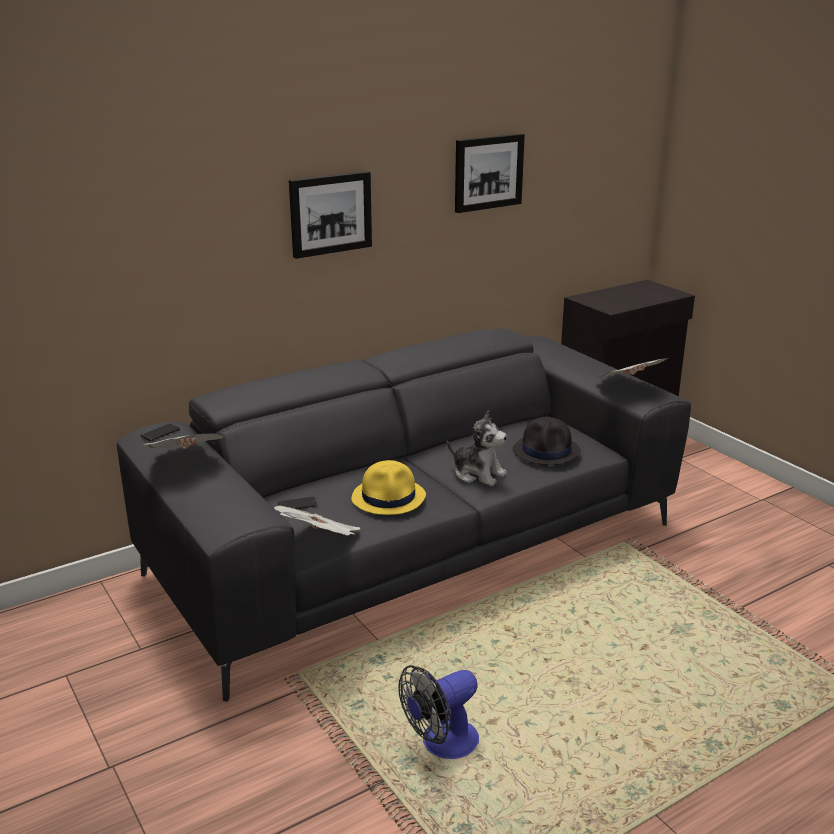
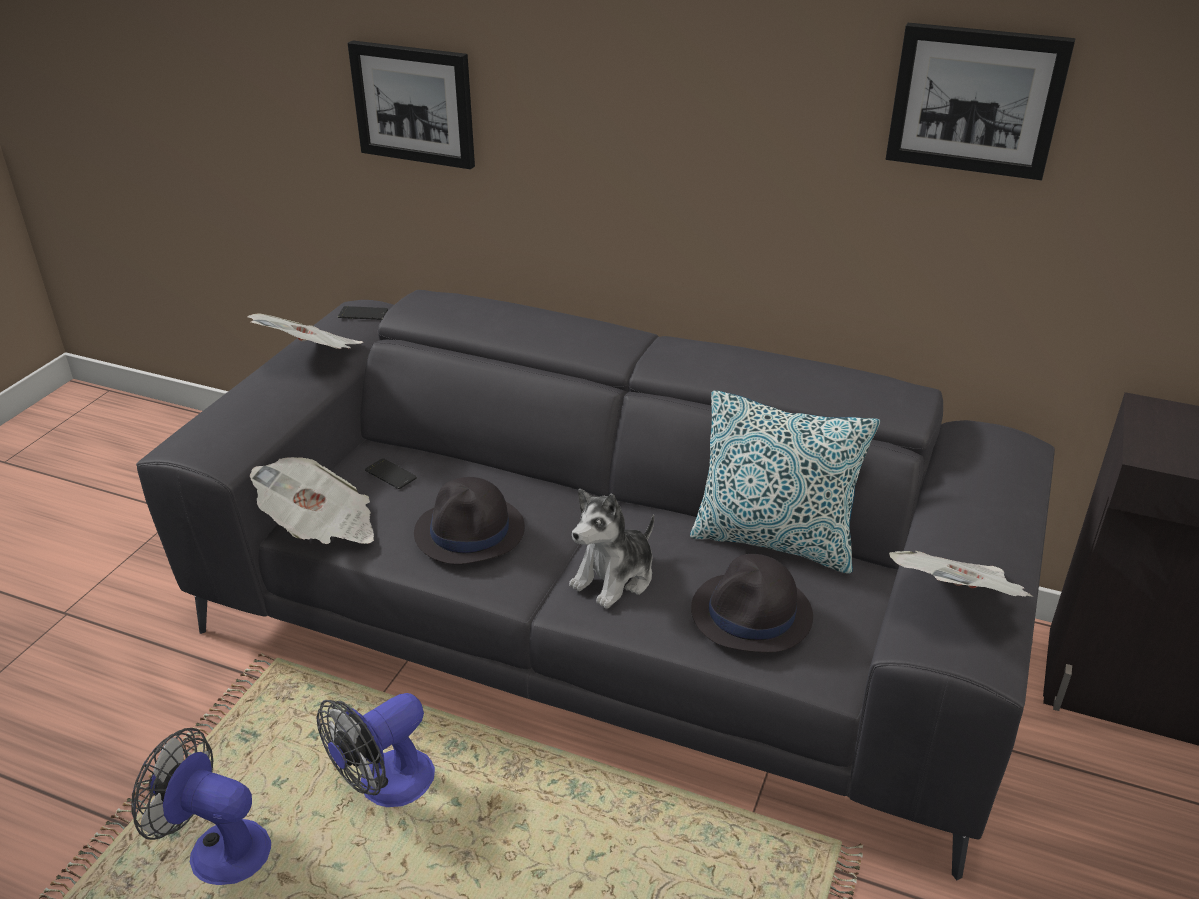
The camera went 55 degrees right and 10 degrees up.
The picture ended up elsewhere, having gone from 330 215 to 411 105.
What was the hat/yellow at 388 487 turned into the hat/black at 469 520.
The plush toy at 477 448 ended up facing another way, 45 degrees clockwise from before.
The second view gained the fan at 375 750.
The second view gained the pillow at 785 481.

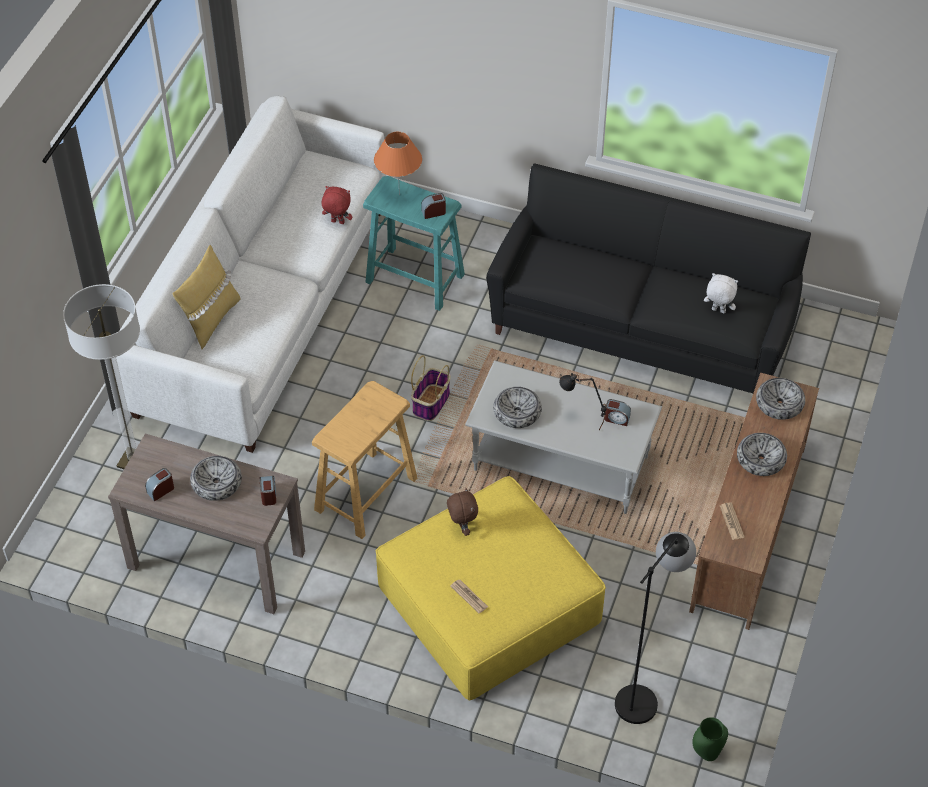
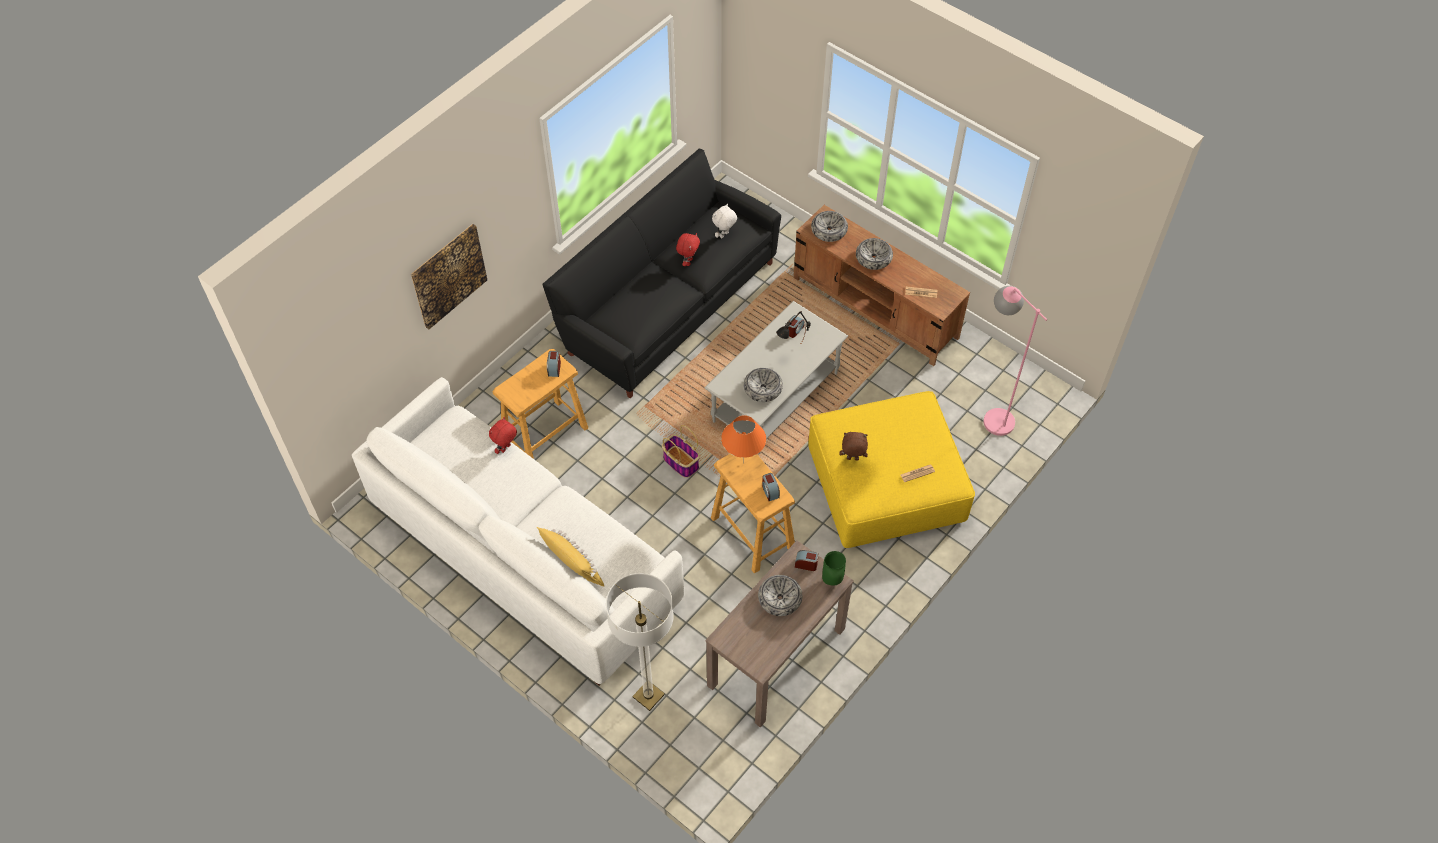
The camera went 70 degrees left and 5 degrees up.
The alarm clock ended up elsewhere, having gone from 159 484 to 771 487.
What was the stool/turquoise at 414 243 turned into the stool/beige at 540 404.
The table lamp/orange ended up elsewhere, having gone from 398 163 to 743 437.
What was the floor lamp/black at 655 628 turned into the floor lamp/pink at 1015 361.
The vase/green ended up elsewhere, having gone from 710 739 to 834 568.
The second view gained the picture at 449 276.
The second view gained the plush toy/red at 688 249.

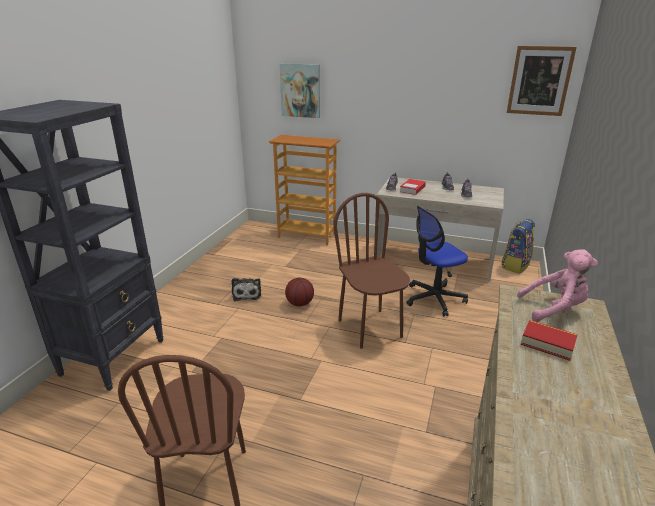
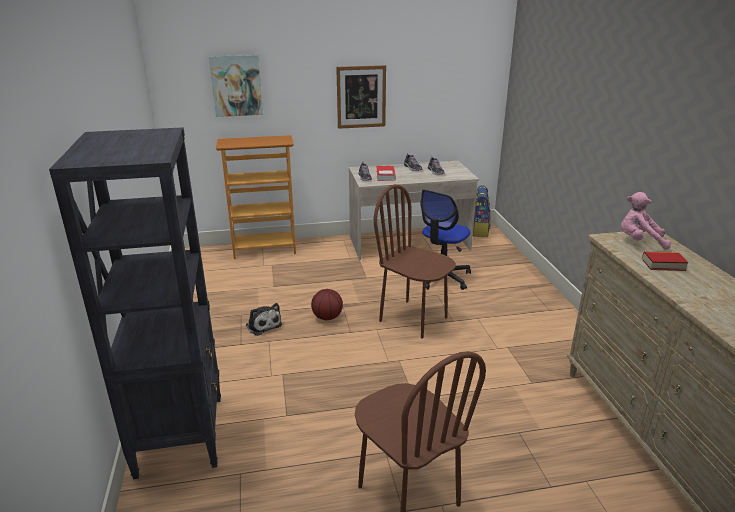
The camera went 30 degrees left and 0 degrees up.
The picture ended up elsewhere, having gone from 542 81 to 361 97.
The plush toy/pink at 557 285 ended up facing another way, 135 degrees counterclockwise from before.

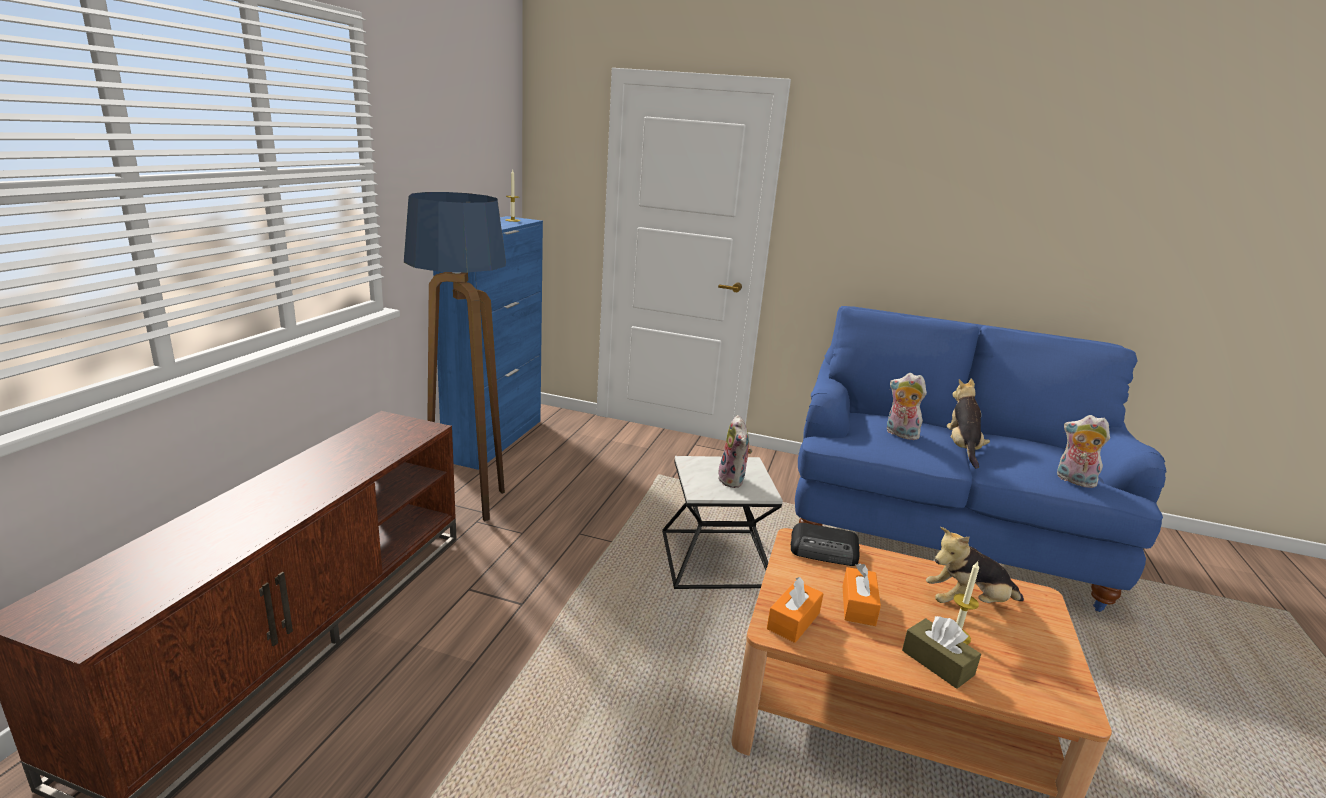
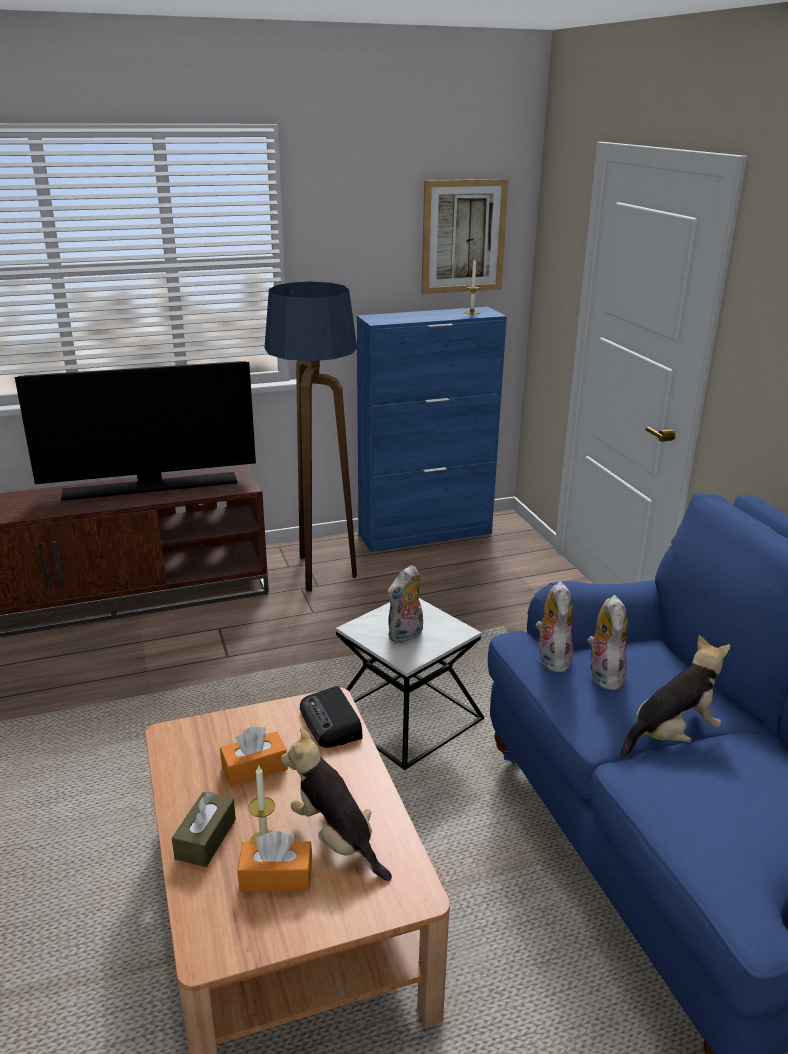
The camera went 55 degrees right and 5 degrees up.
The tissue box/orange ended up elsewhere, having gone from 795 610 to 274 861.
The plush toy ended up elsewhere, having gone from 1083 451 to 554 626.
The second view gained the television at 135 431.
The second view gained the picture at 465 236.

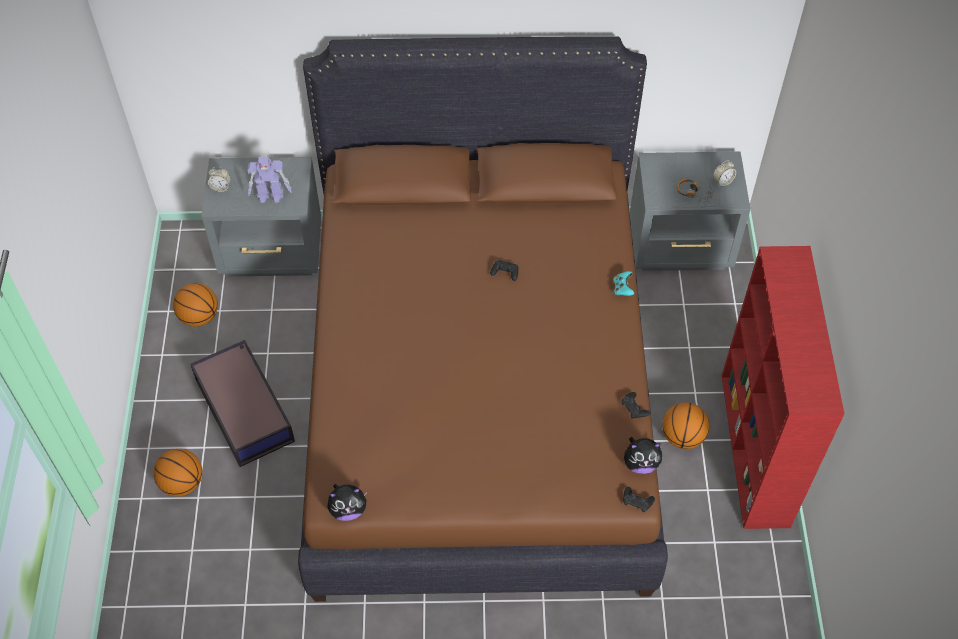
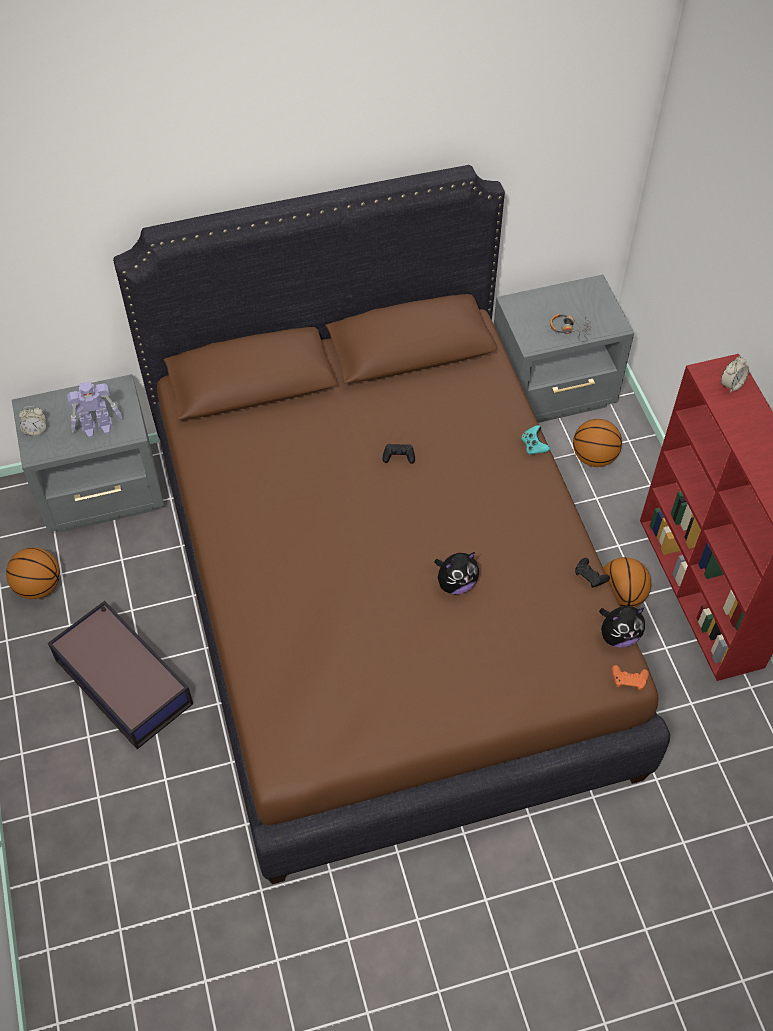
The camera went 15 degrees left and 0 degrees up.
The basketball ended up elsewhere, having gone from 178 473 to 597 443.
The plush toy ended up elsewhere, having gone from 347 502 to 456 573.
What was the game controller/black at 639 499 turned into the game controller/orange at 630 677.
The alarm clock ended up elsewhere, having gone from 724 173 to 735 374.

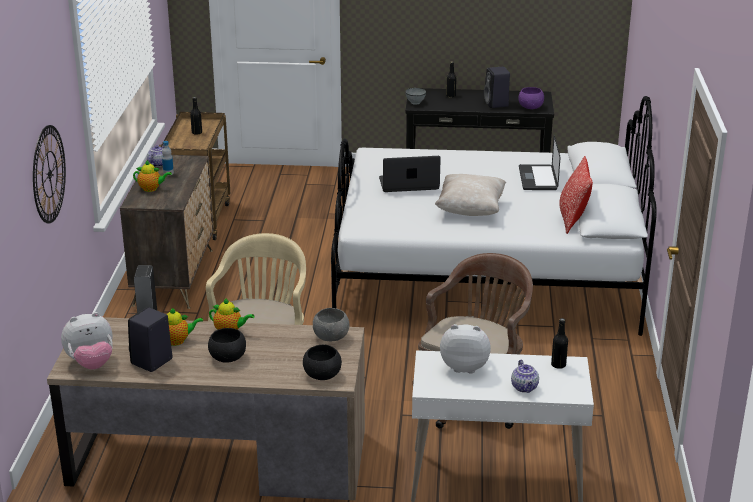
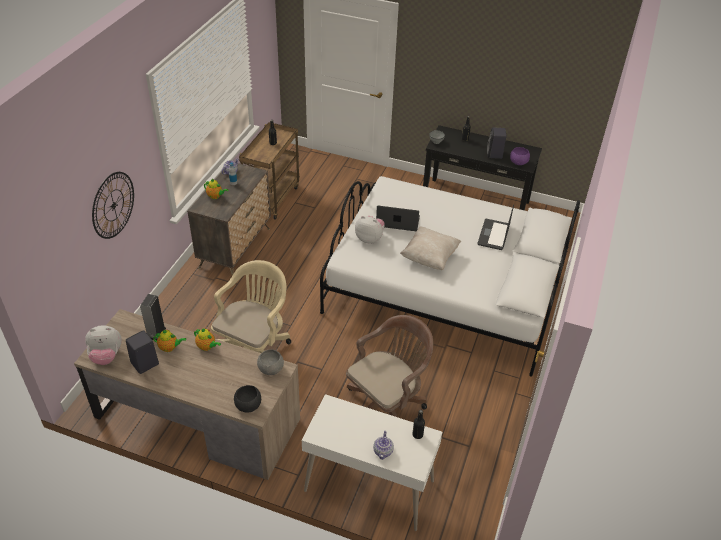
The camera went 15 degrees right and 15 degrees up.
The second view lost the bowl/black at 227 345.
The plush toy ended up elsewhere, having gone from 465 349 to 370 230.
The second view lost the pillow at 576 195.

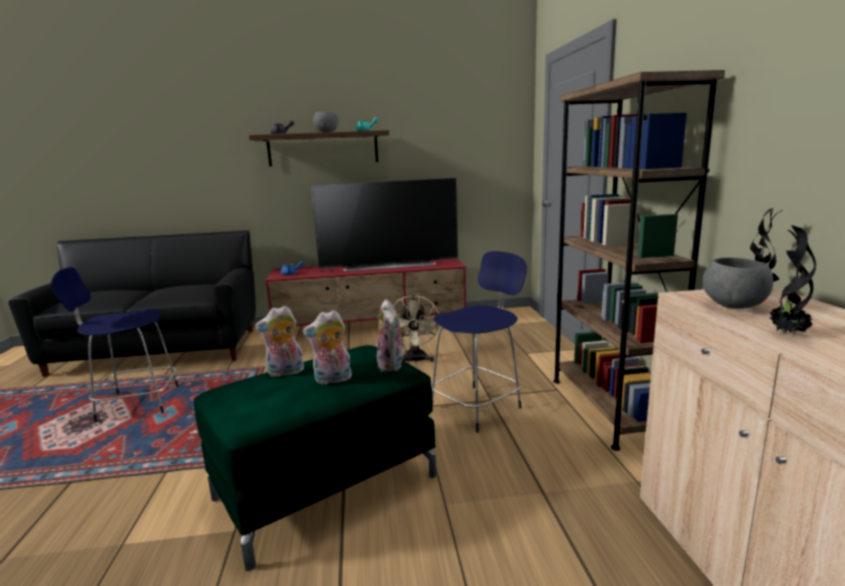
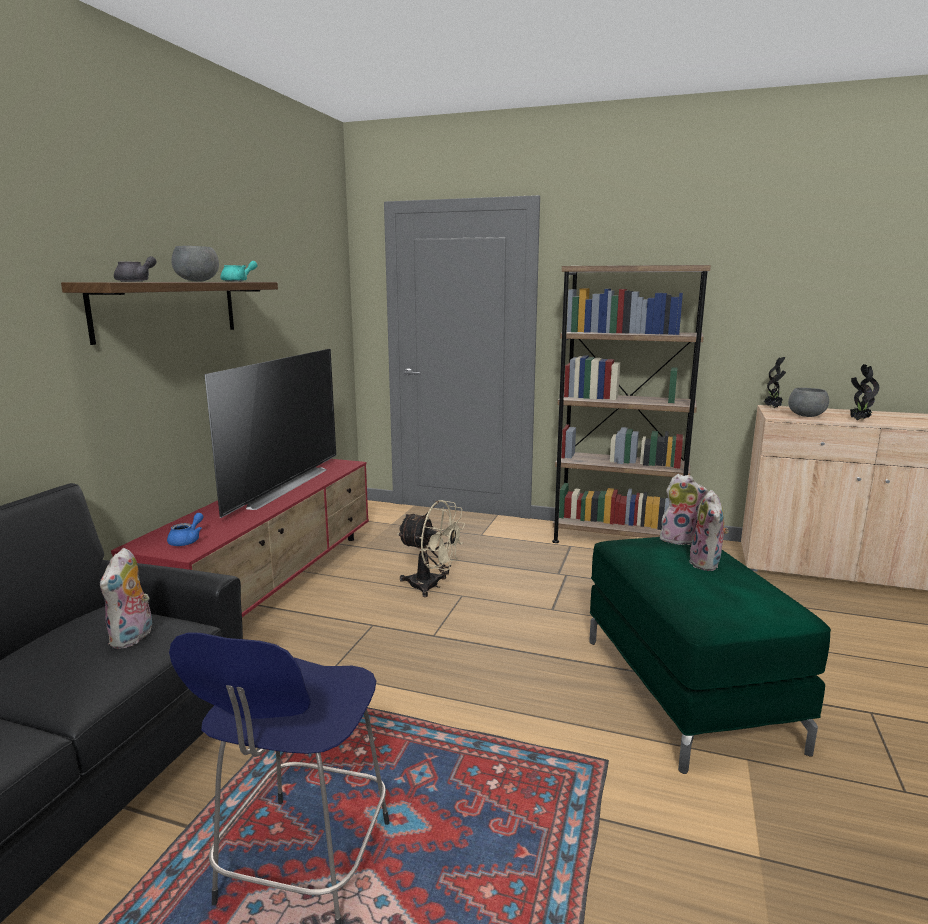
The camera went 65 degrees left and 0 degrees up.
The plush toy ended up elsewhere, having gone from 279 341 to 126 598.
The second view lost the stool/blue at 479 341.

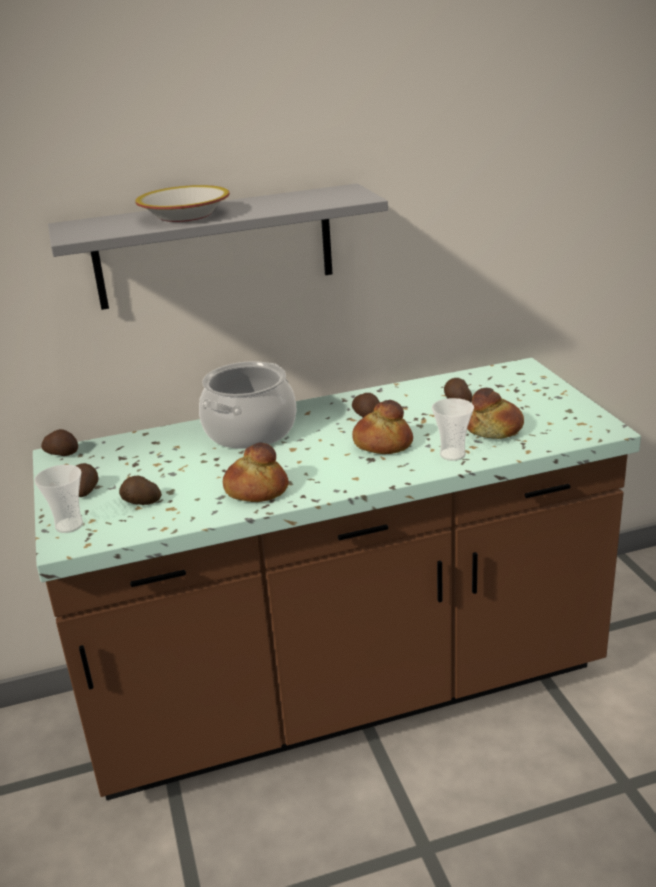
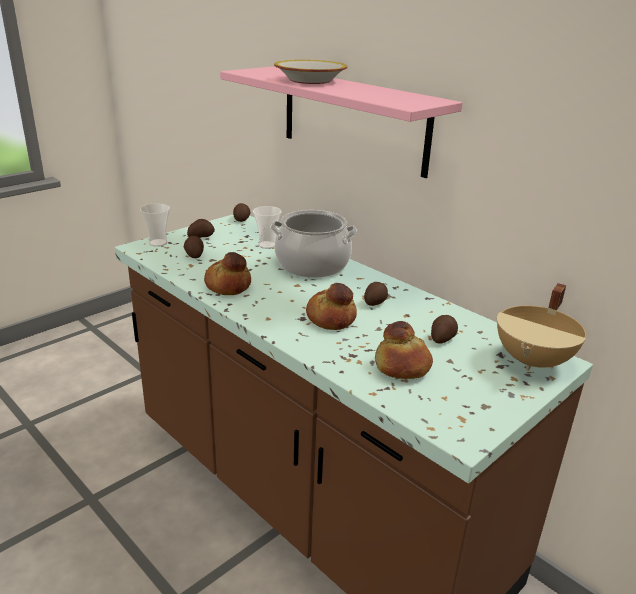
The camera went 60 degrees right and 0 degrees up.
What was the shelf/grey at 218 246 turned into the shelf/pink at 341 122.
The cup ended up elsewhere, having gone from 453 429 to 267 227.
The second view gained the cooking pot/beige at 541 327.

